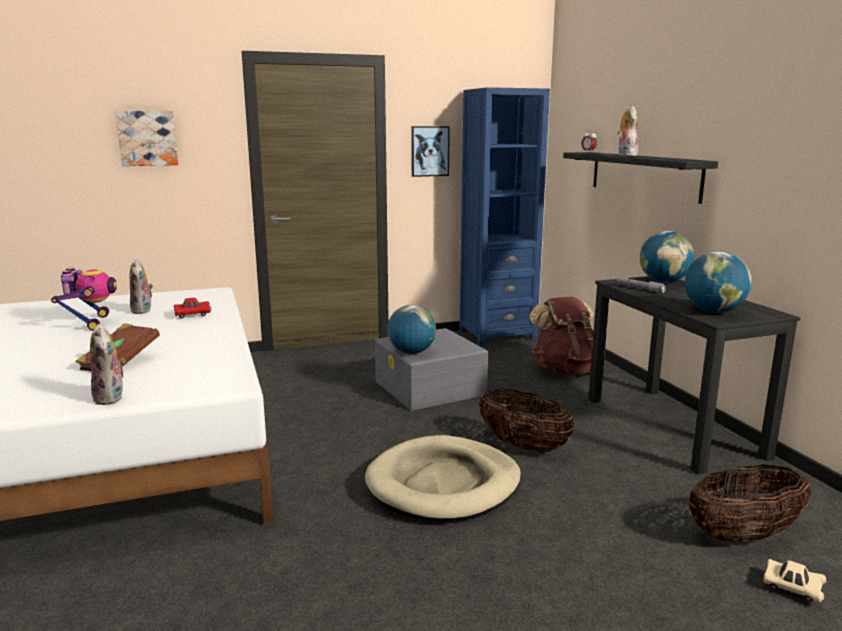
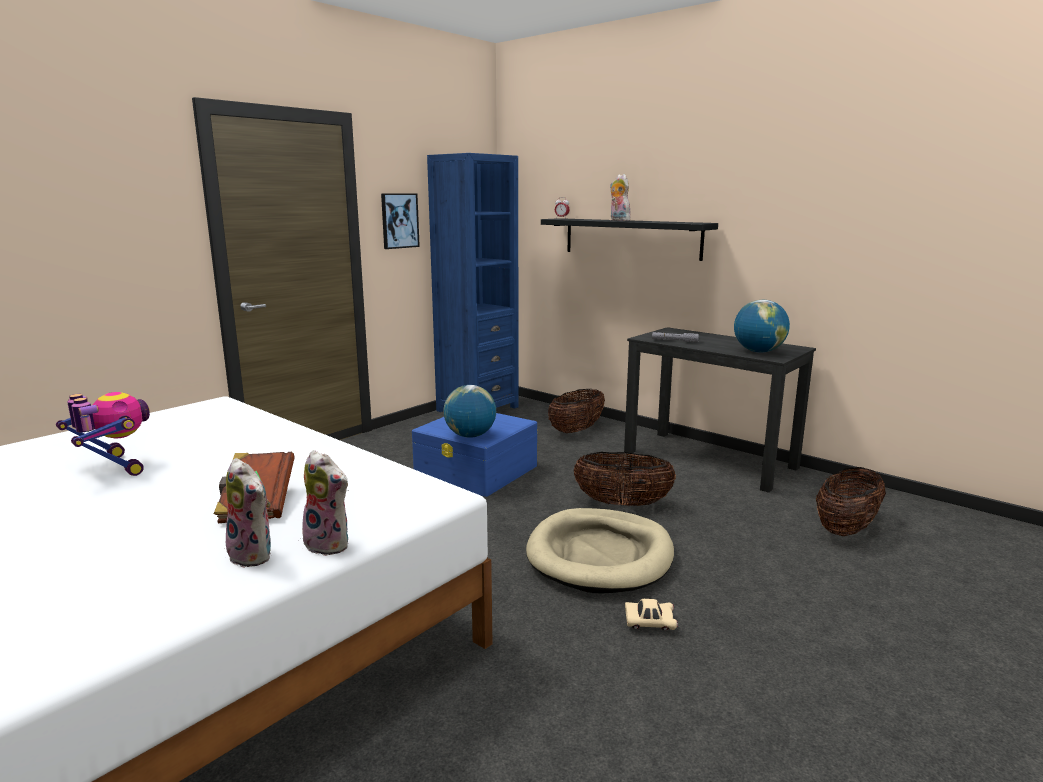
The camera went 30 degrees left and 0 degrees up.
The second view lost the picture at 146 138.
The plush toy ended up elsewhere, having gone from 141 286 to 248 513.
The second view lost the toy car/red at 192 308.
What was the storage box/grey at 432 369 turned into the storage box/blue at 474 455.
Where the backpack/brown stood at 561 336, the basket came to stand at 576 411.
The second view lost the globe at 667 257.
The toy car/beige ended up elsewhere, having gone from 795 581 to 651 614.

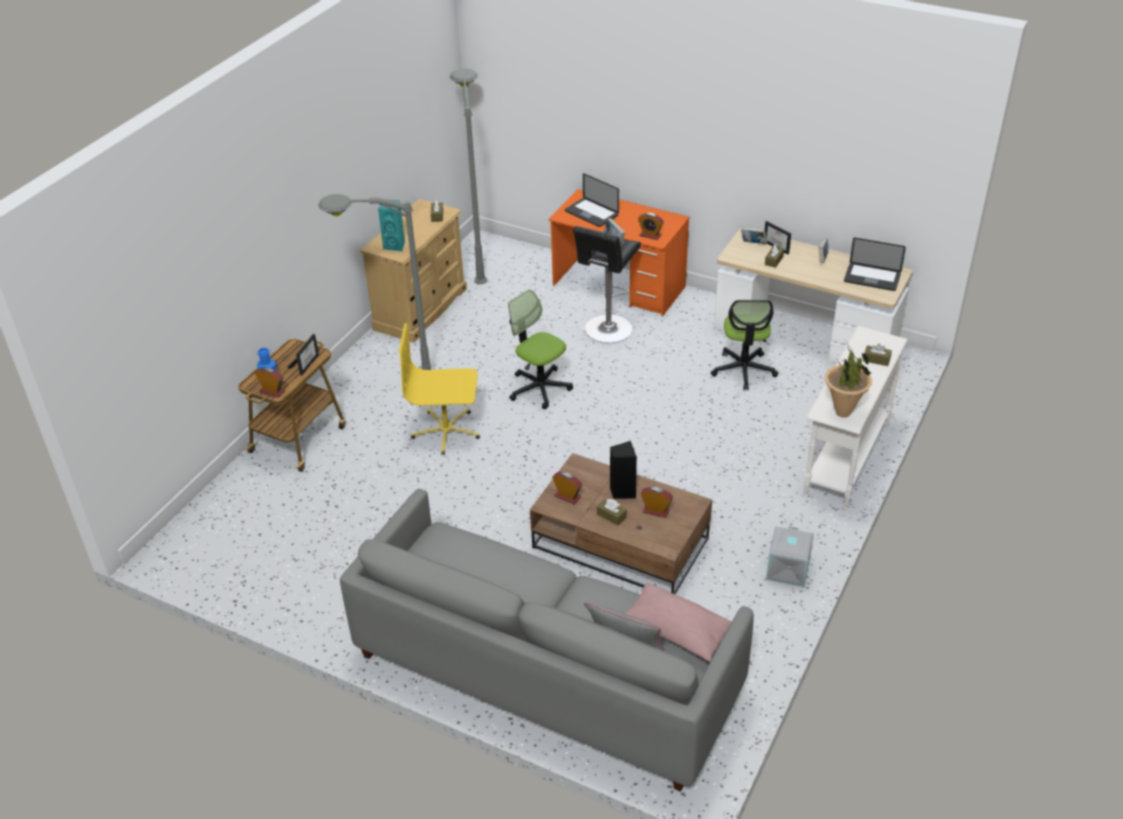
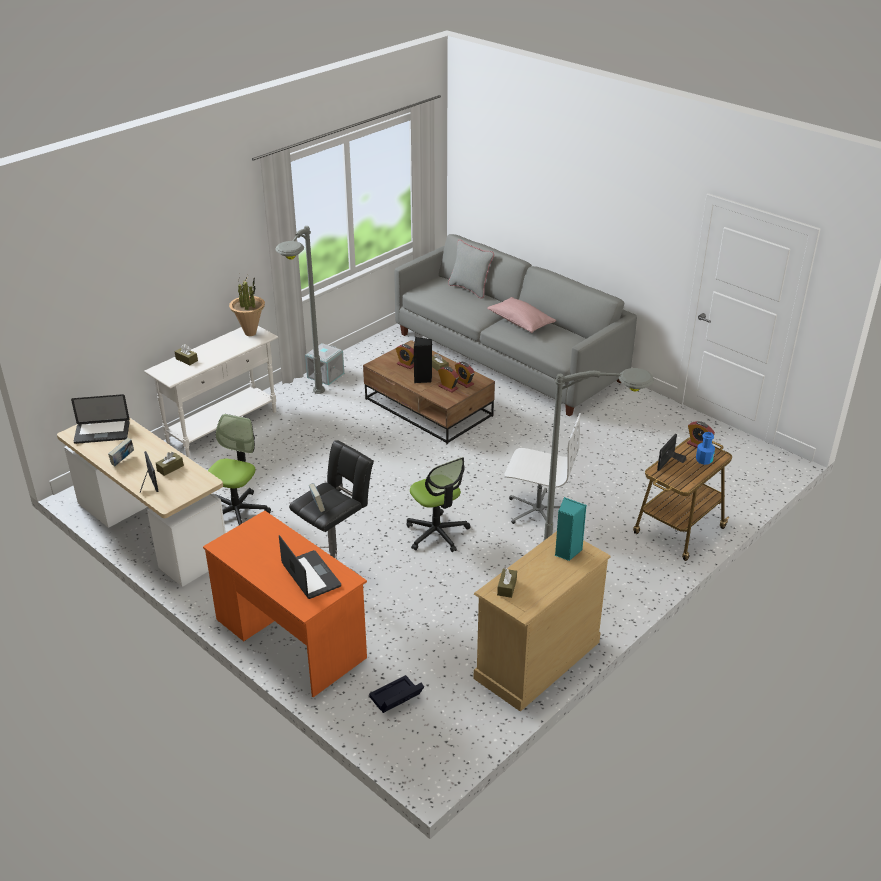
The camera went 165 degrees left and 5 degrees down.
What was the office chair/yellow at 439 389 turned into the office chair/white at 542 468.
The floor lamp/grey ended up elsewhere, having gone from 468 176 to 300 310.
The pillow/pink ended up elsewhere, having gone from 677 622 to 521 315.
The alarm clock ended up elsewhere, having gone from 651 226 to 448 379.
The second view lost the book at 754 235.
The laptop at 875 264 ended up facing another way, 135 degrees clockwise from before.
The second view gained the storage box/black at 396 694.

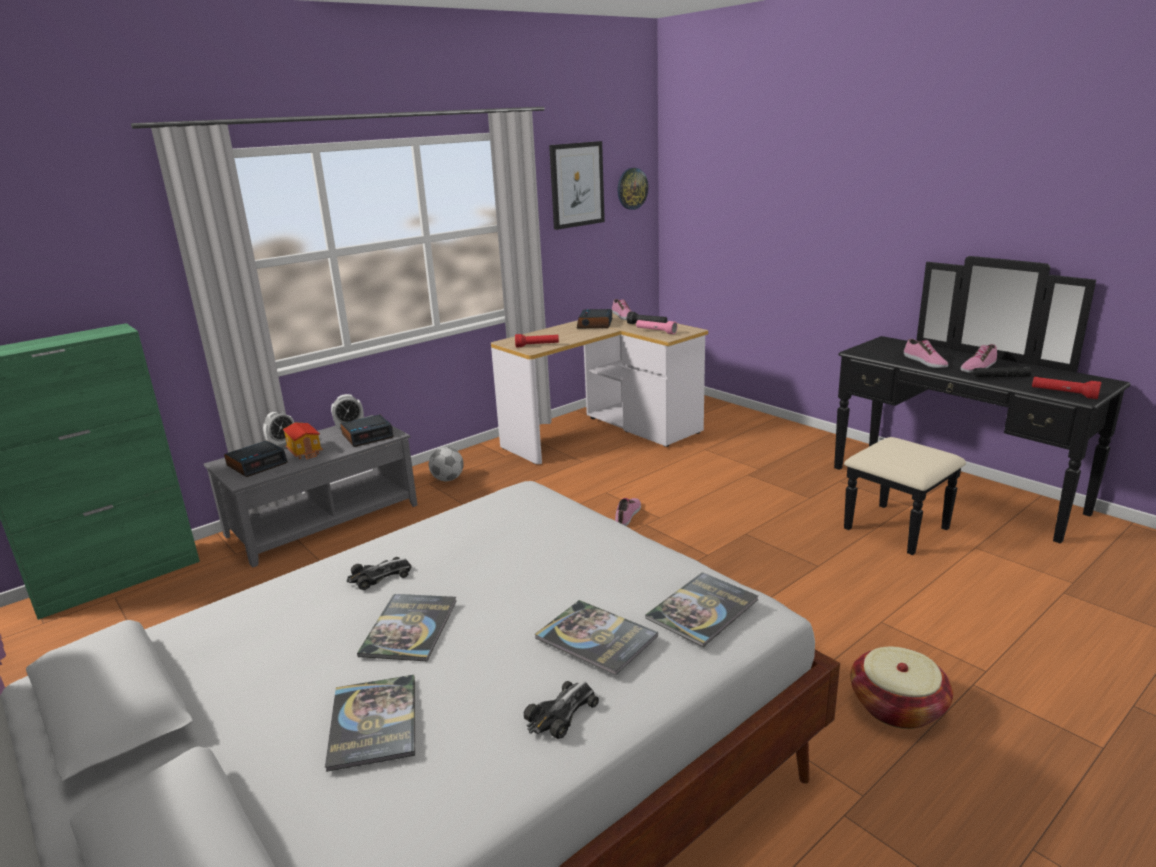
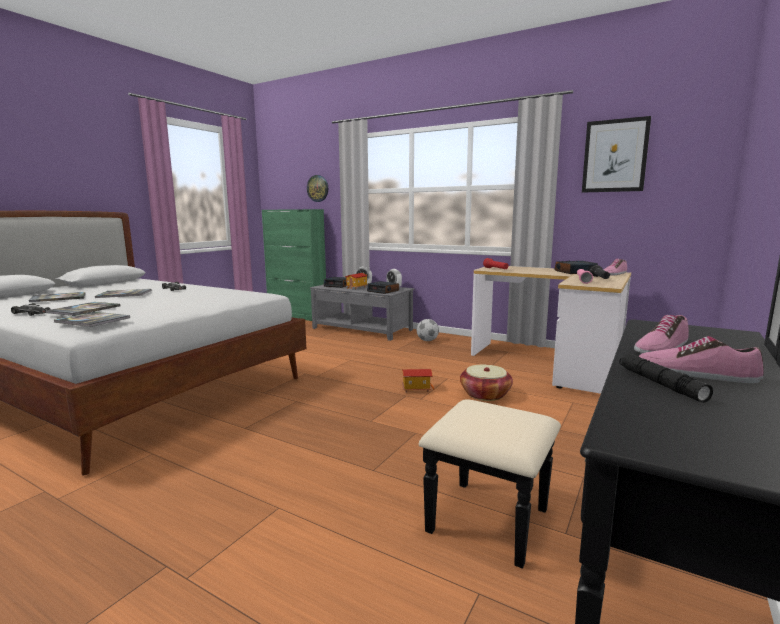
The camera went 70 degrees right and 10 degrees down.
Where the shoe stood at 628 512, the toy house came to stand at 418 381.
The wall clock ended up elsewhere, having gone from 632 189 to 317 188.
The basket ended up elsewhere, having gone from 901 688 to 486 383.
The second view lost the flashlight/red at 1066 388.

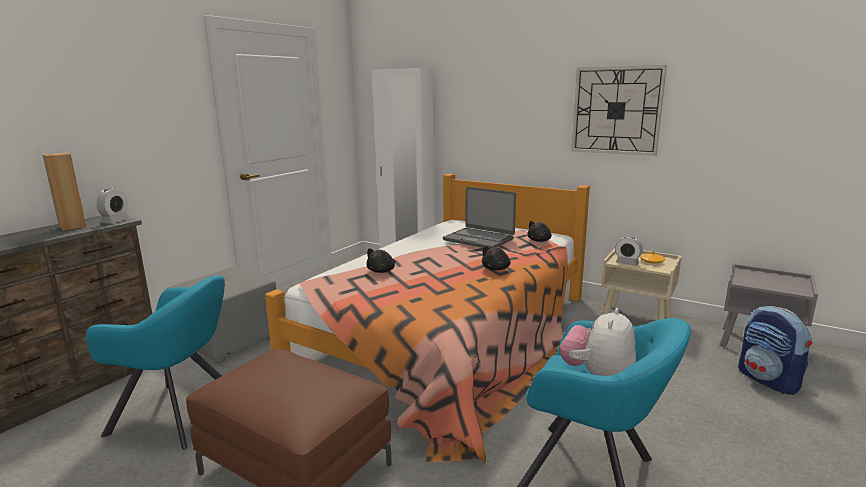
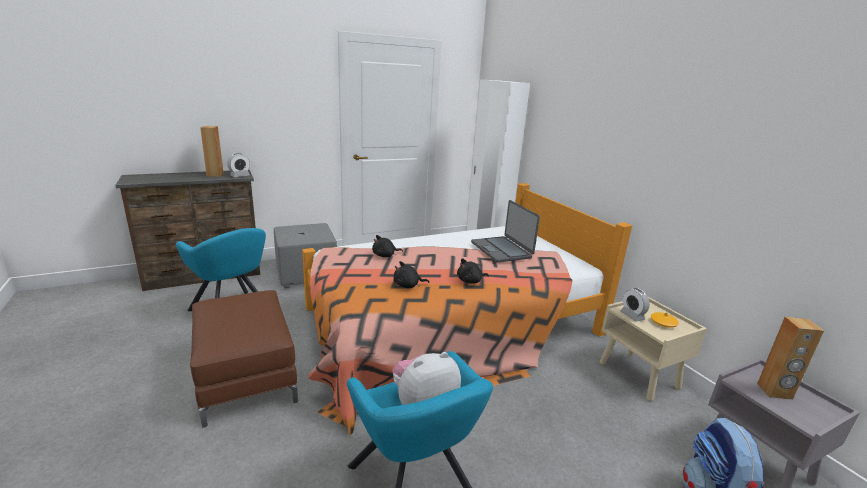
The camera went 30 degrees right and 5 degrees up.
The plush toy/black ended up elsewhere, having gone from 539 231 to 412 274.
The second view lost the wall clock at 619 110.
The second view gained the speaker/brown at 790 358.

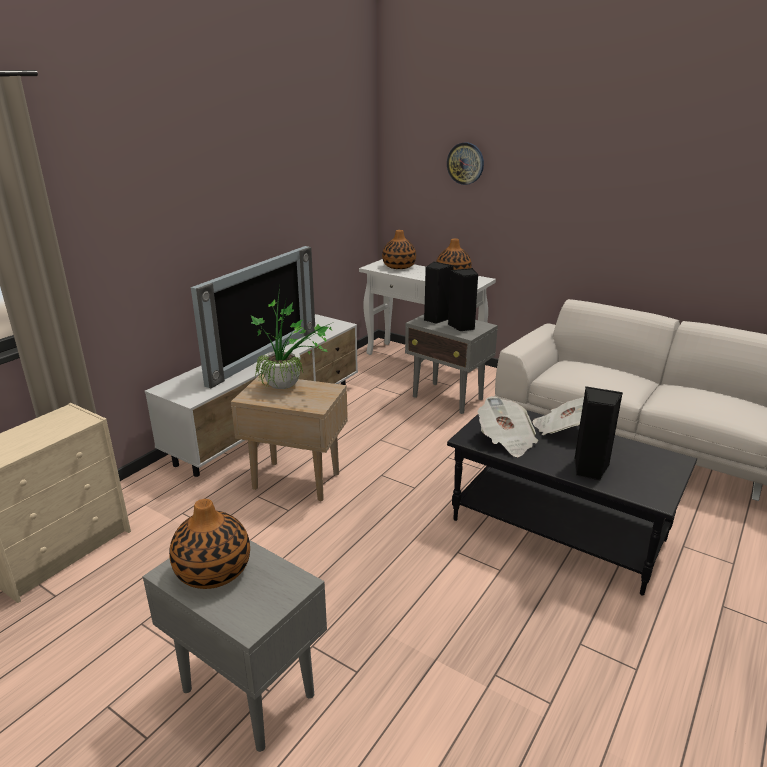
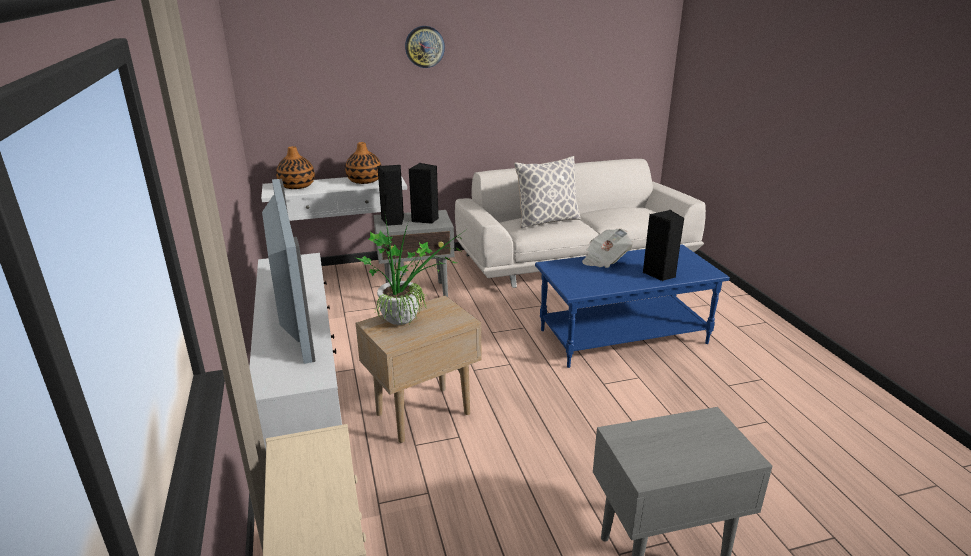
The camera went 50 degrees left and 0 degrees up.
The second view lost the vase at 209 544.
The wall clock ended up elsewhere, having gone from 465 163 to 425 47.
What was the coffee table/black at 572 502 turned into the coffee table/blue at 632 306.
The second view lost the newspaper at 508 426.
The second view gained the pillow at 547 192.

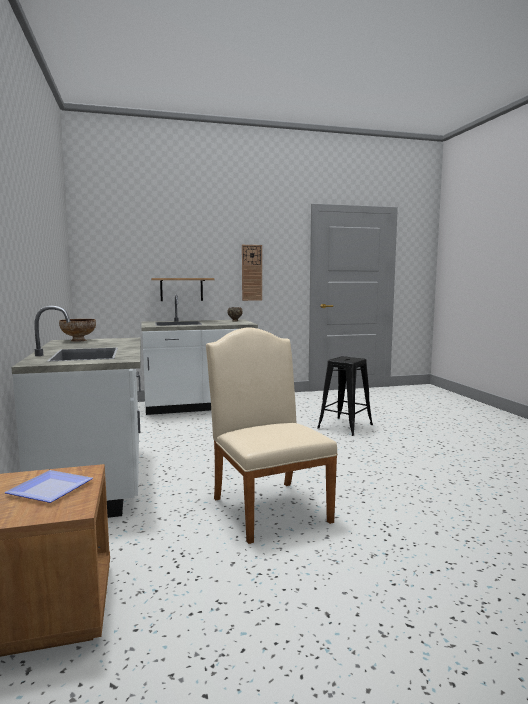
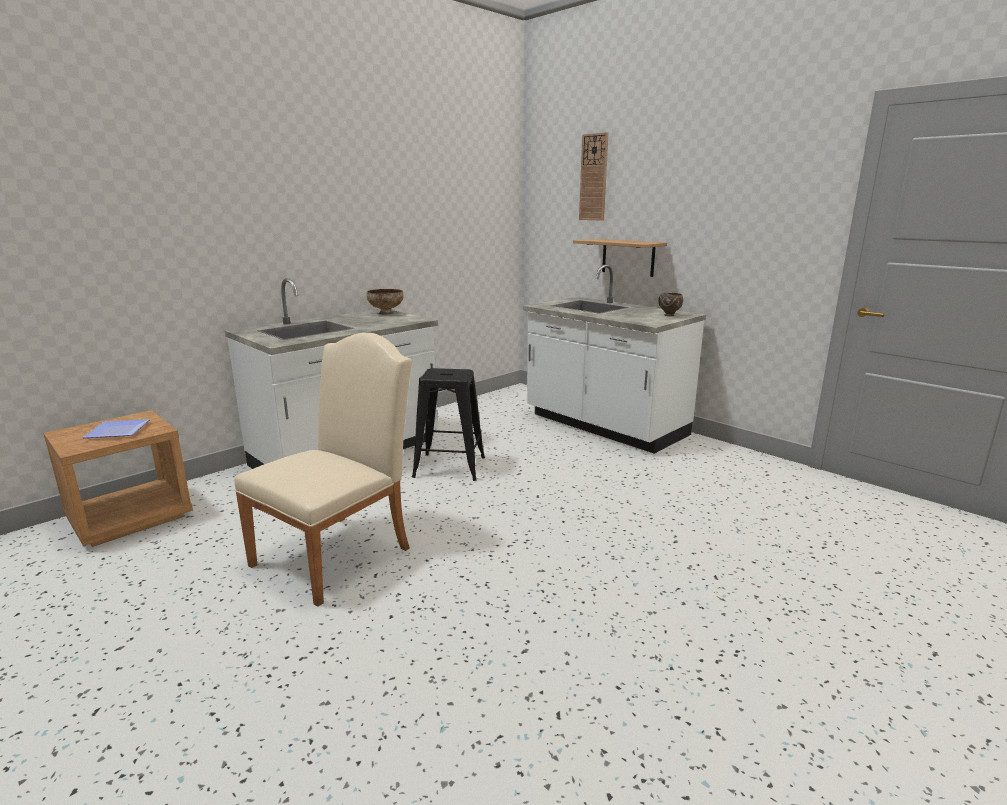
The camera went 60 degrees right and 10 degrees up.
The wall clock ended up elsewhere, having gone from 252 273 to 594 176.
The stool/black ended up elsewhere, having gone from 345 396 to 448 424.

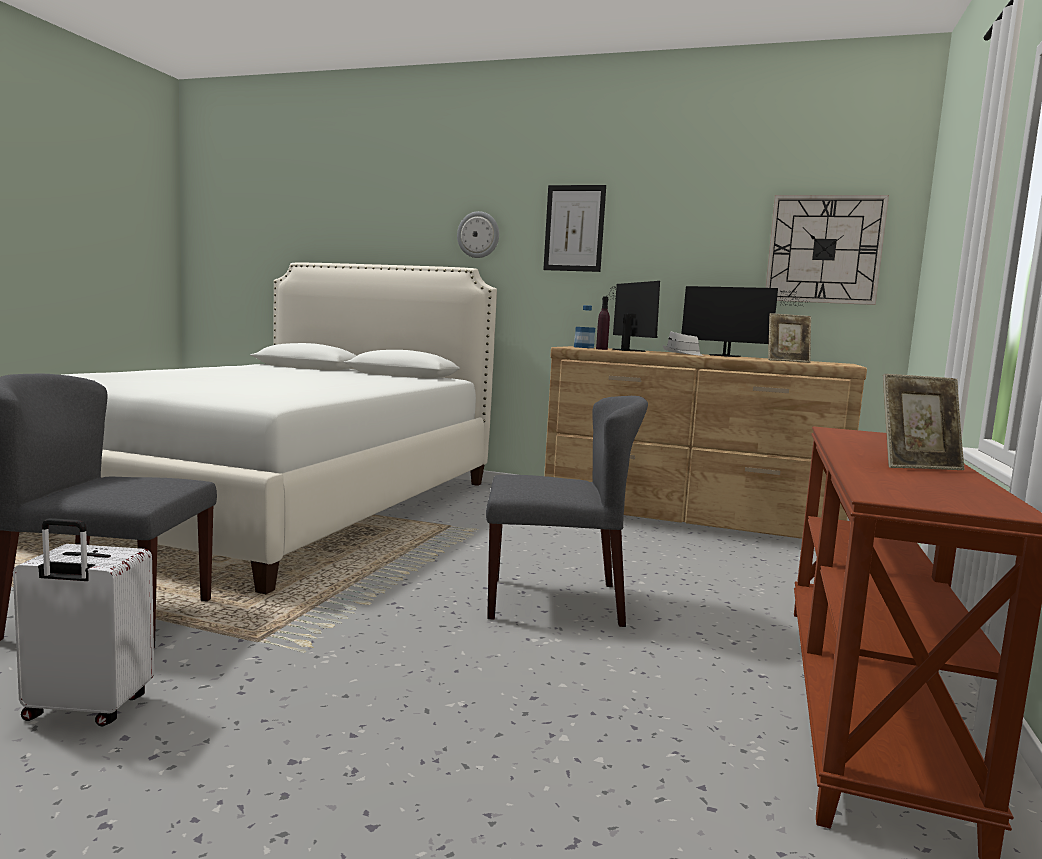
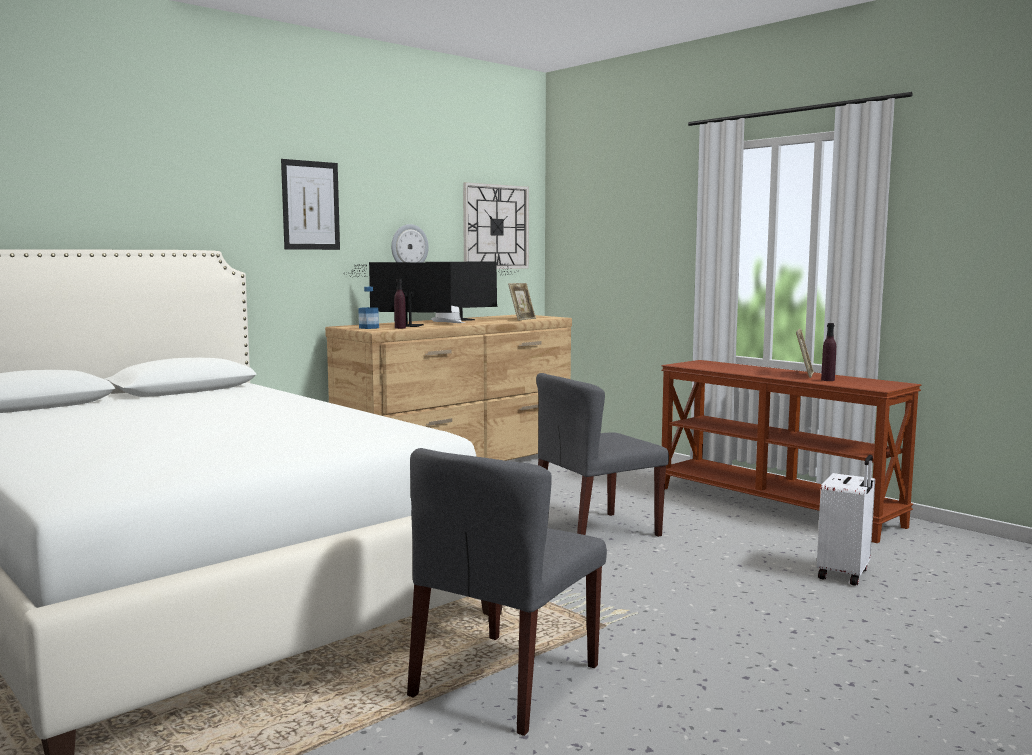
The camera went 60 degrees left and 0 degrees up.
The suitcase/white ended up elsewhere, having gone from 83 622 to 846 520.
The wall clock ended up elsewhere, having gone from 478 234 to 410 243.
The chair/grey at 567 511 ended up facing another way, 150 degrees counterclockwise from before.
The second view gained the bottle/purple at 828 352.

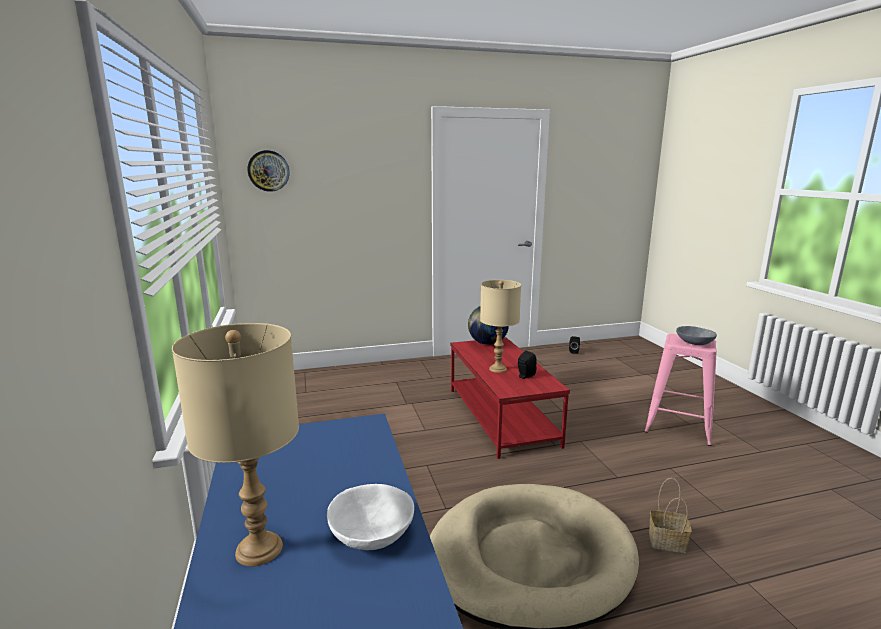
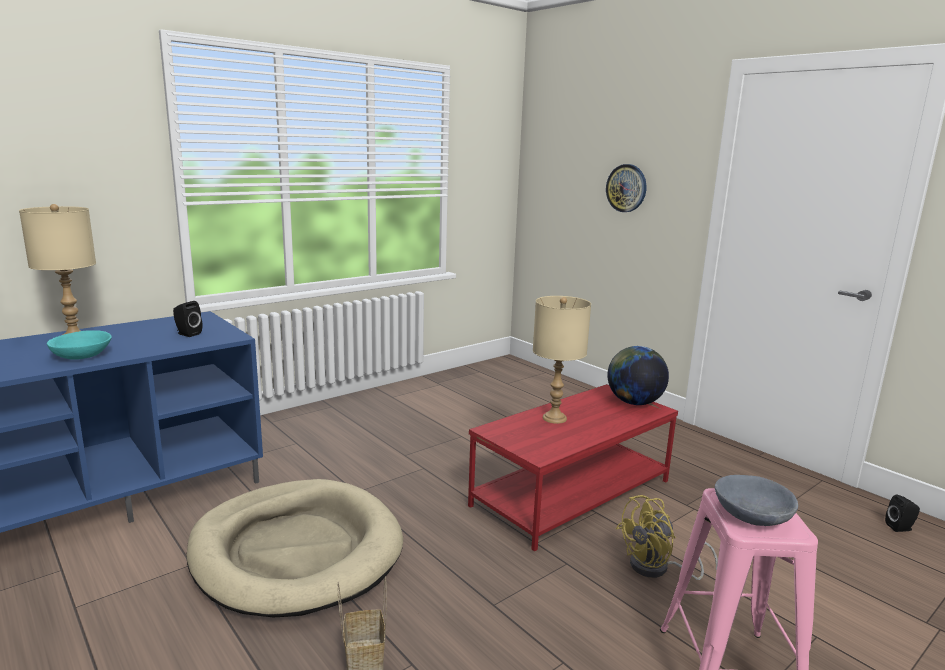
The camera went 65 degrees right and 0 degrees up.
The wall clock ended up elsewhere, having gone from 269 171 to 626 188.
What was the bowl/white at 370 517 turned into the bowl/turquoise at 79 345.
The speaker/black ended up elsewhere, having gone from 527 365 to 187 319.
The second view gained the fan/yellow at 667 537.

